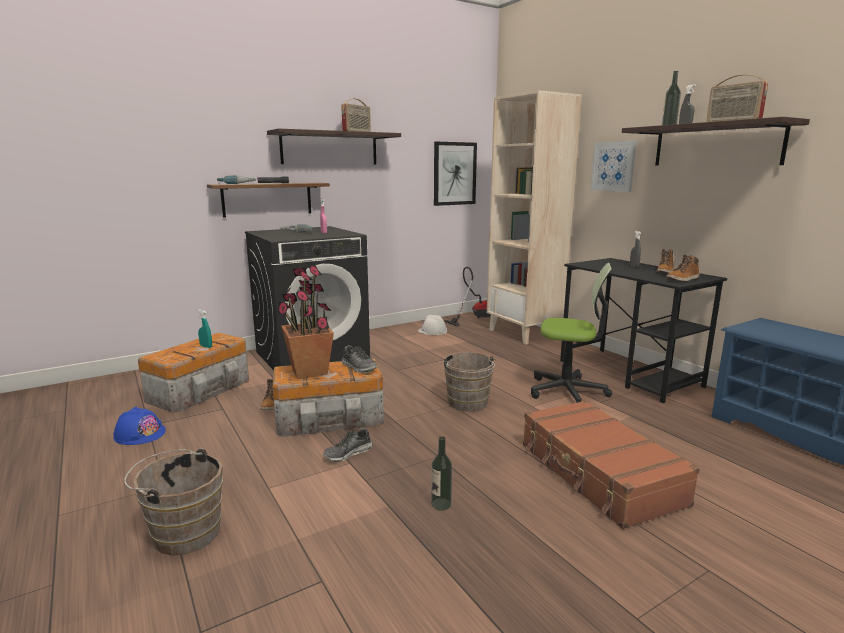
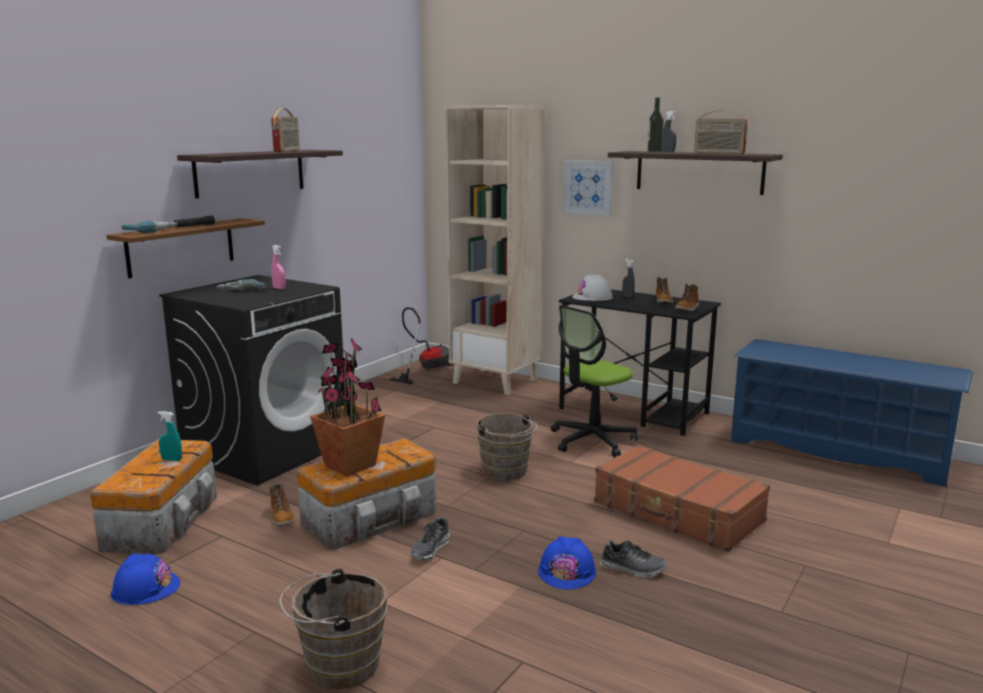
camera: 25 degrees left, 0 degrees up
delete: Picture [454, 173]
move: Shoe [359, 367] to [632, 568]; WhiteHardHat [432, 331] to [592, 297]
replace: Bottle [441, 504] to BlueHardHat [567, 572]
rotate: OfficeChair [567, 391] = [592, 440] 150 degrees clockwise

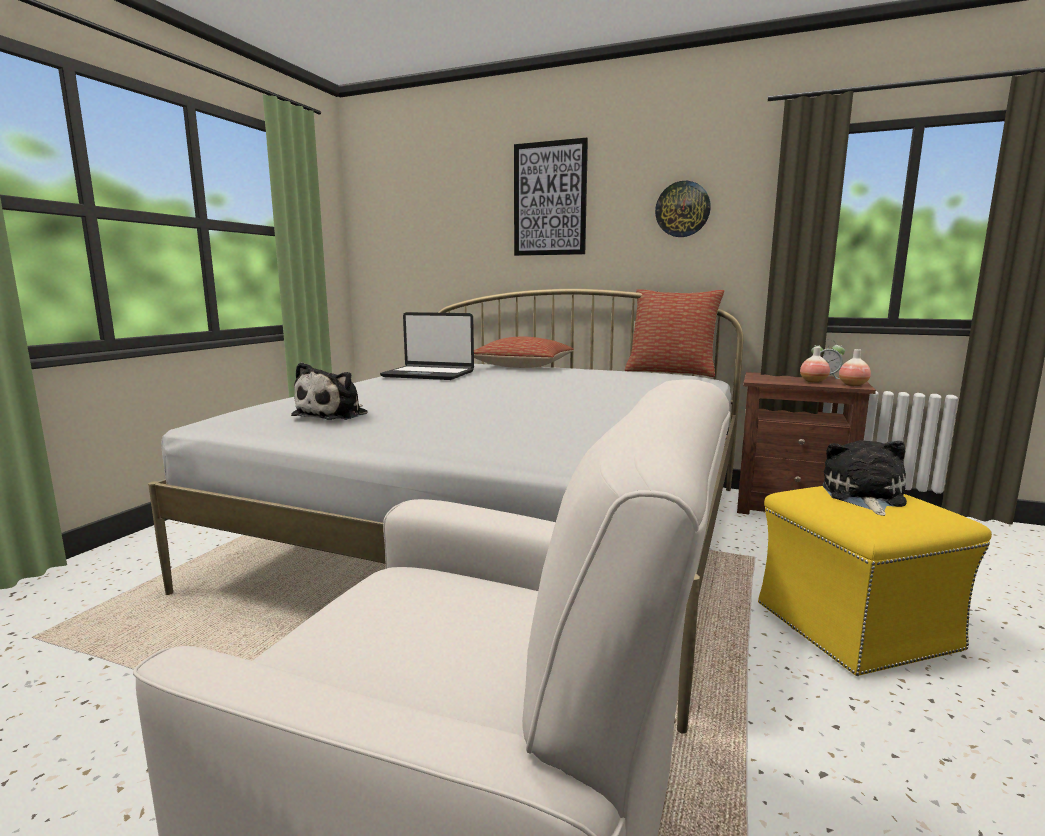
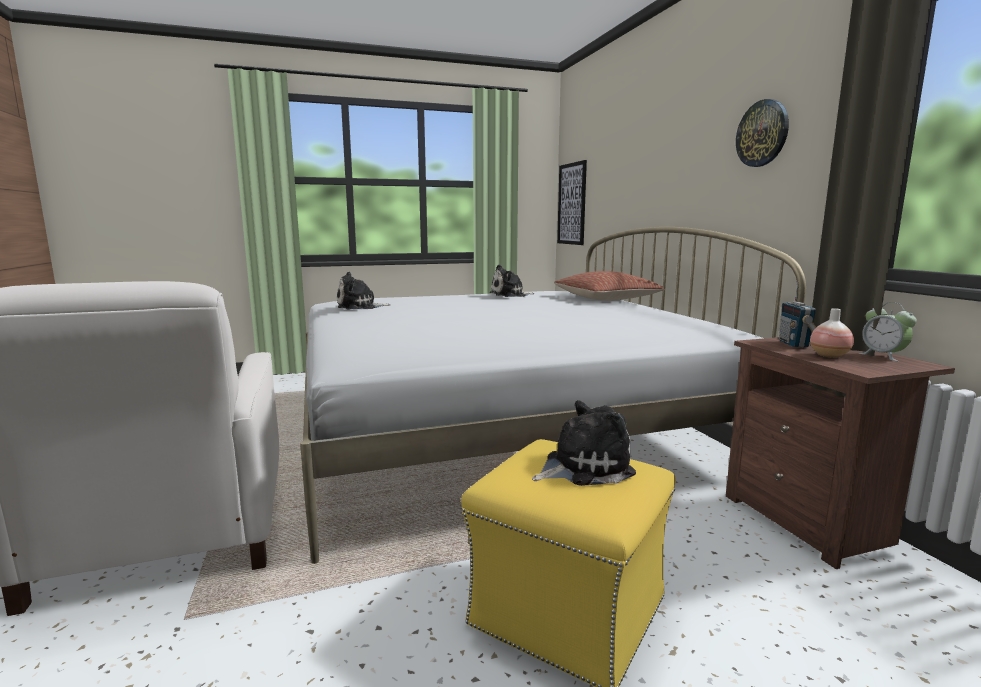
camera: 50 degrees right, 0 degrees up
delete: Pillow [671, 372]; Vase [853, 385]
insert: Radio [794, 344]
move: Picture [550, 199] to [572, 204]
replace: Laptop [429, 374] to PlushToy [510, 295]

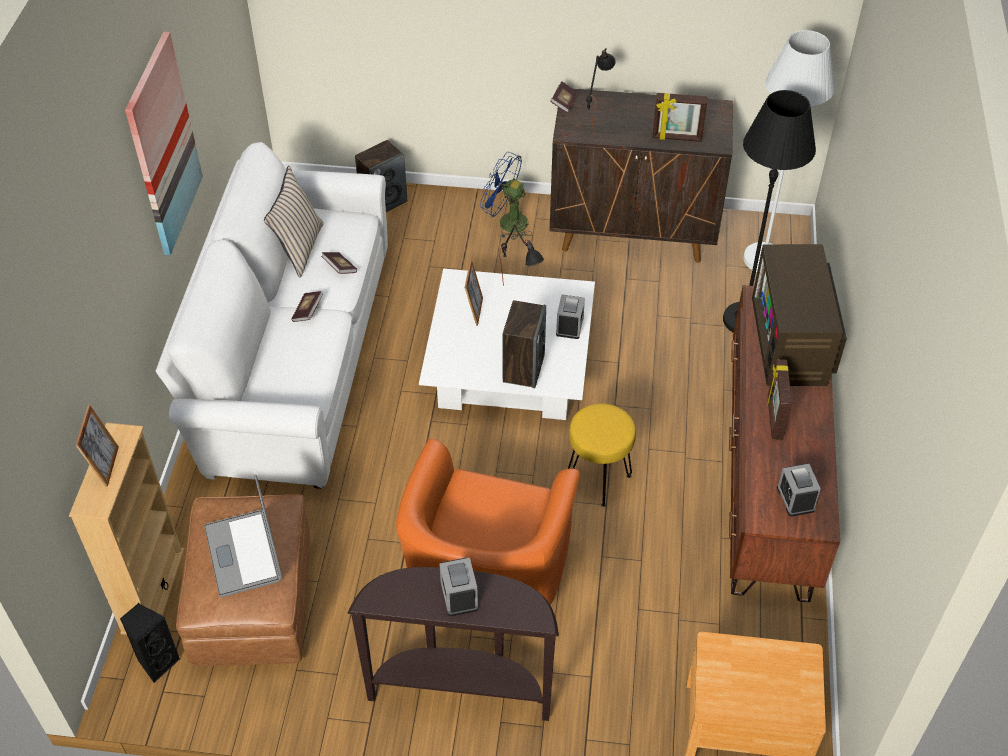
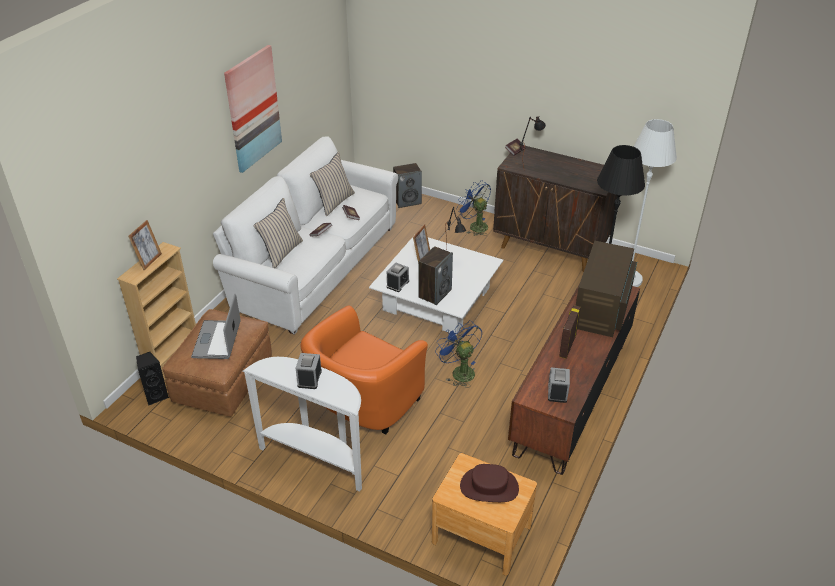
camera: 20 degrees right, 10 degrees down
delete: PictureFrame [676, 138]
insert: BeigePillow [281, 252]; BrownHat [489, 487]
move: AlarmClock [569, 325] to [397, 284]
replace: YellowStool [598, 480] to BlueFan [459, 371]
recolor: BrownConsoleTable [461, 688] to WhiteConsoleTable [316, 458]

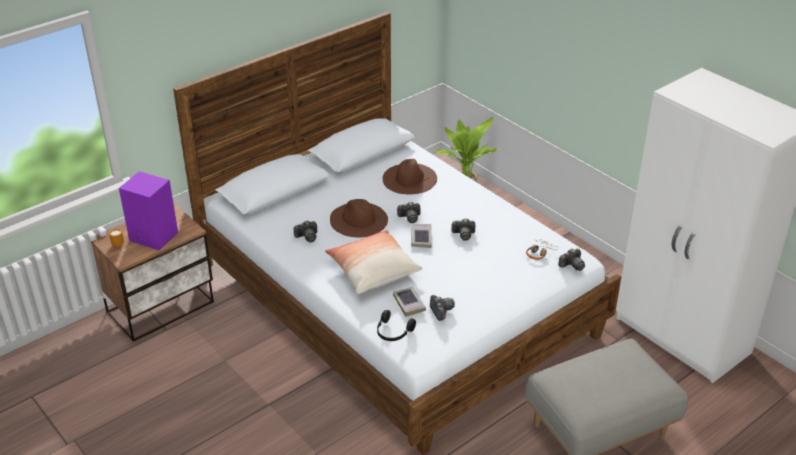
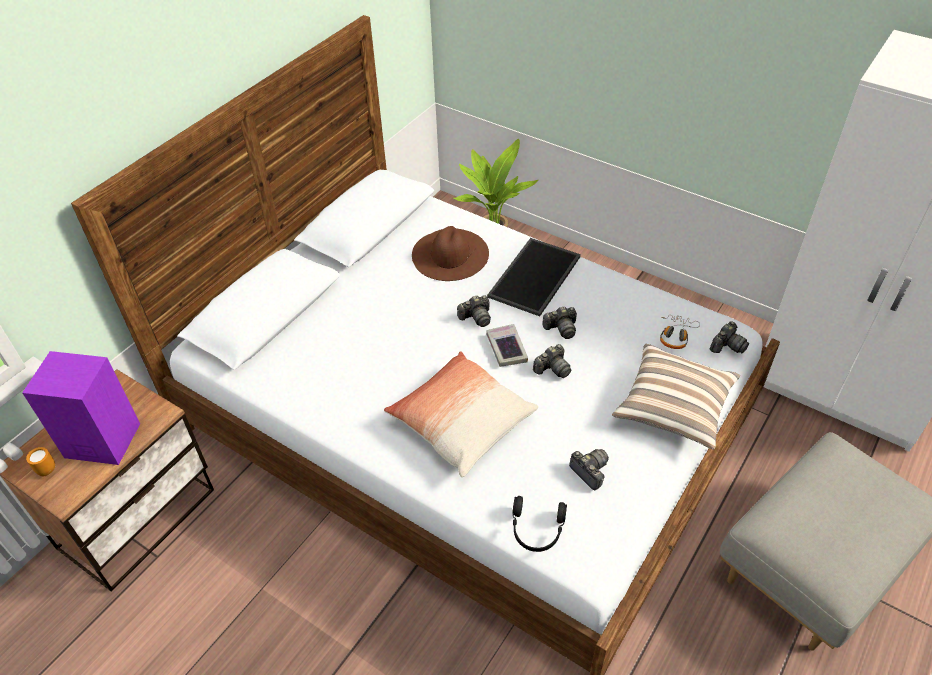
camera: 15 degrees left, 10 degrees up
delete: BrownHat [358, 219]; Book [409, 304]
insert: Tray [535, 277]; Pillow [673, 407]
move: PhotoCamera [307, 236] to [552, 368]

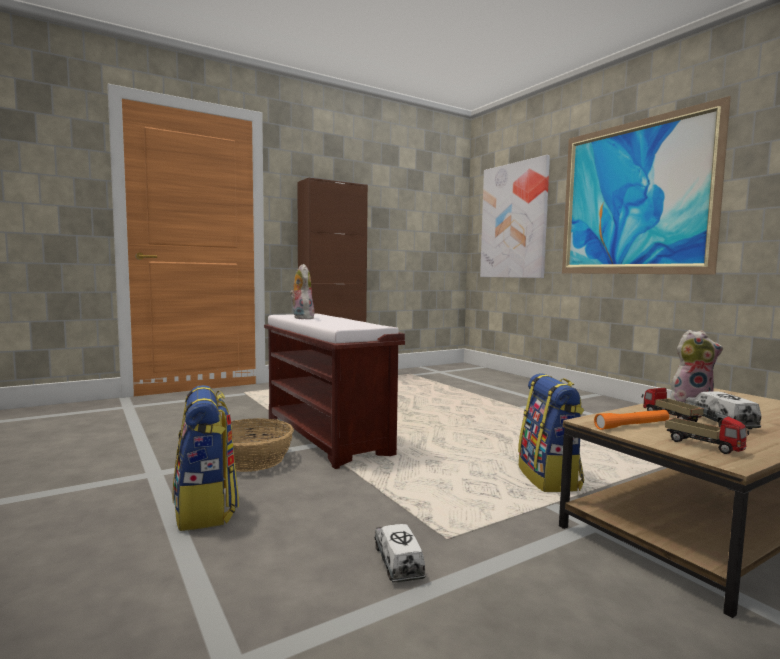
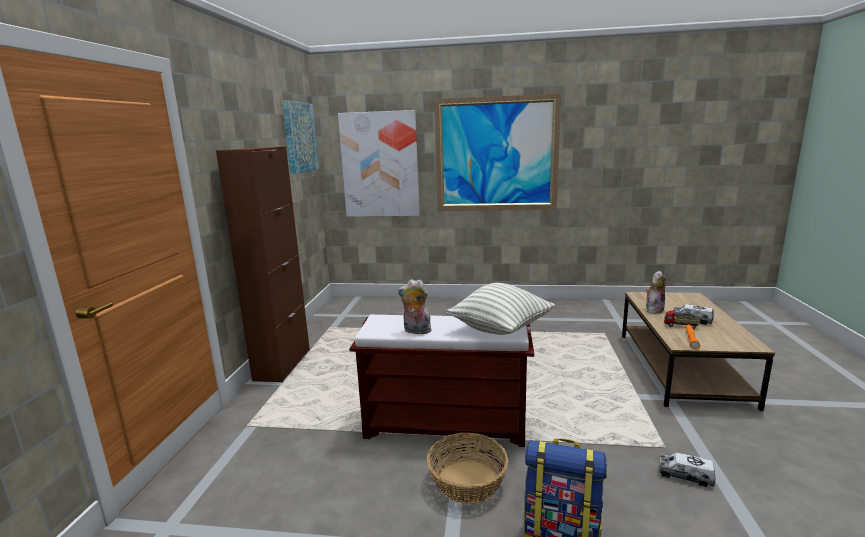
camera: 50 degrees left, 10 degrees up
delete: Backpack [550, 478]; ToyTruck [704, 446]
insert: Picture [300, 137]; Pillow [500, 329]

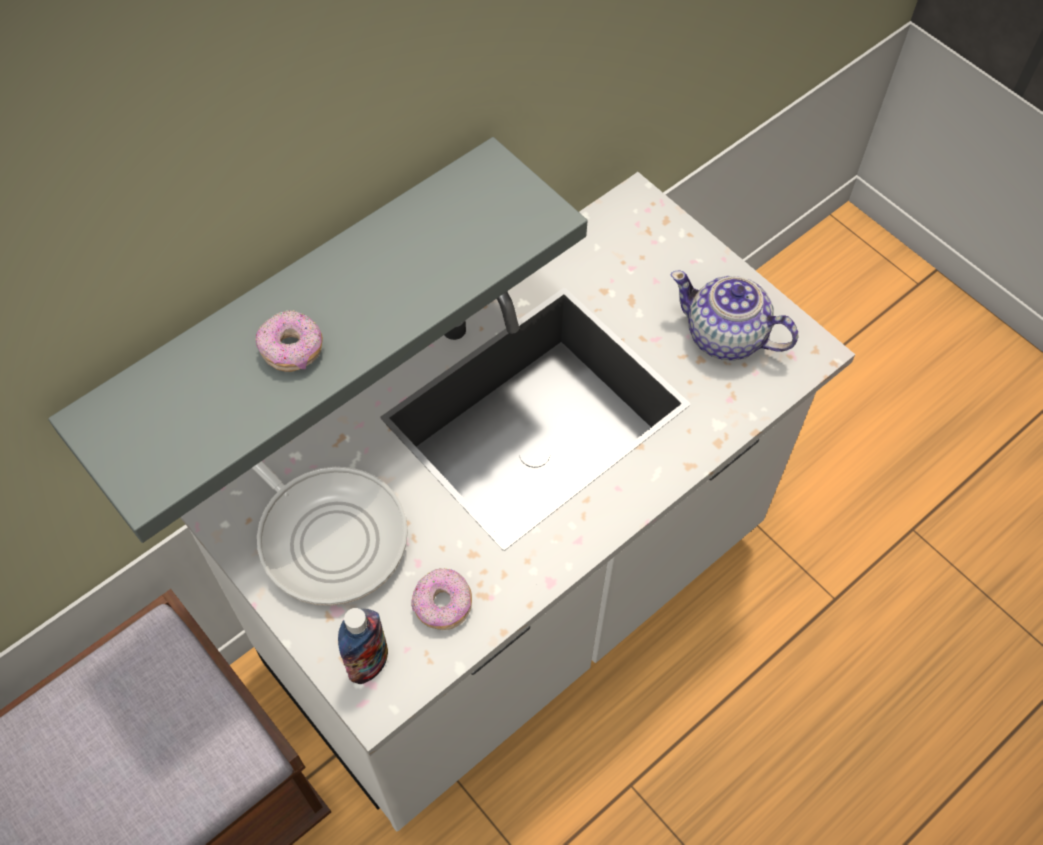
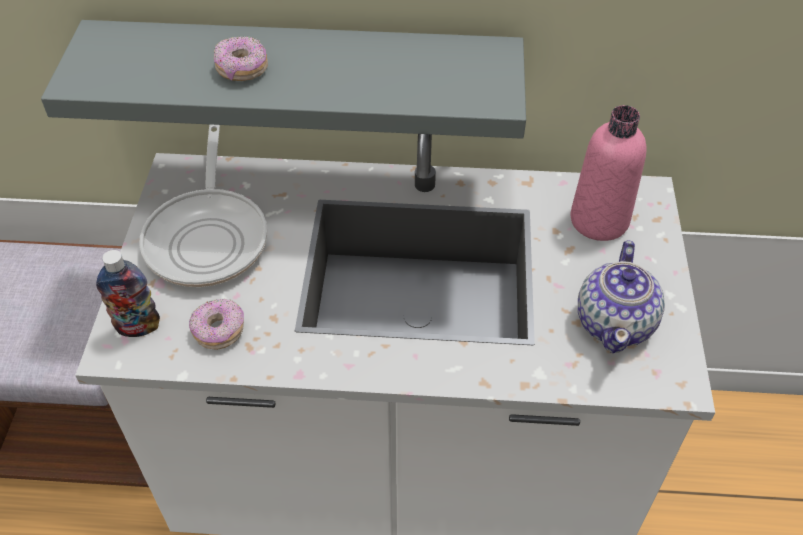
camera: 45 degrees right, 10 degrees down
insert: PinkBottle [599, 220]
rotate: Teapot [726, 337] = [615, 322] 150 degrees counterclockwise

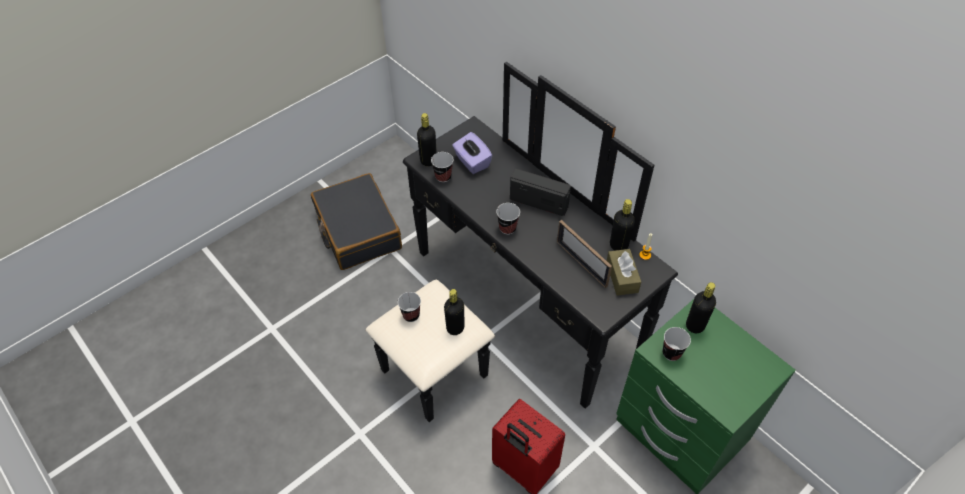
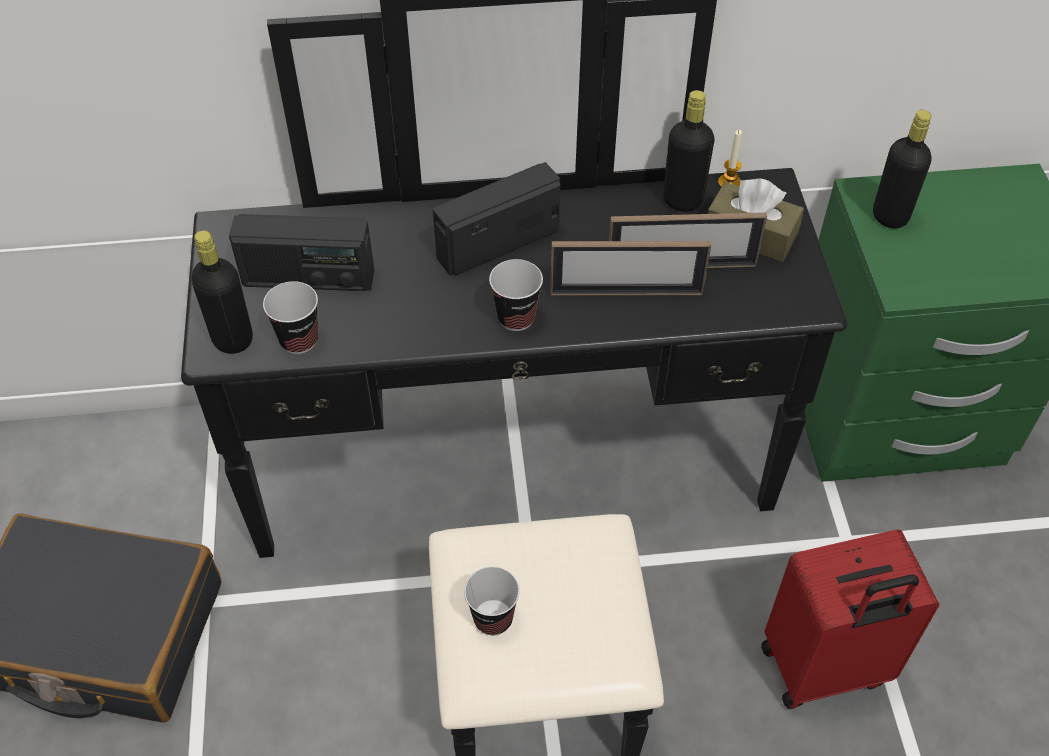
camera: 55 degrees left, 0 degrees up
delete: BlackBottle [455, 328]; Cup [671, 353]
insert: PictureFrame [626, 293]
replace: PurpleTissueBox [472, 162] to Radio [308, 278]

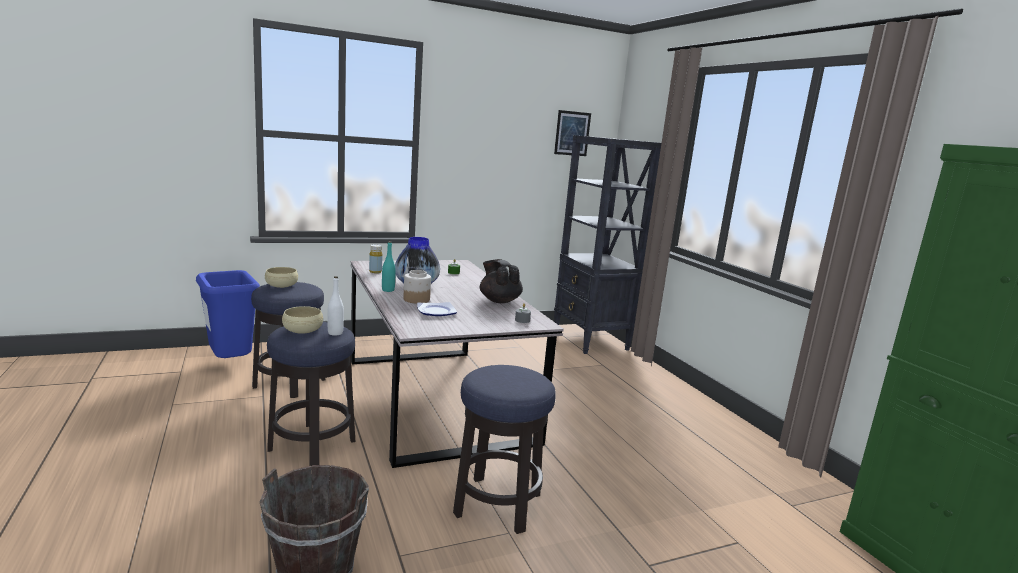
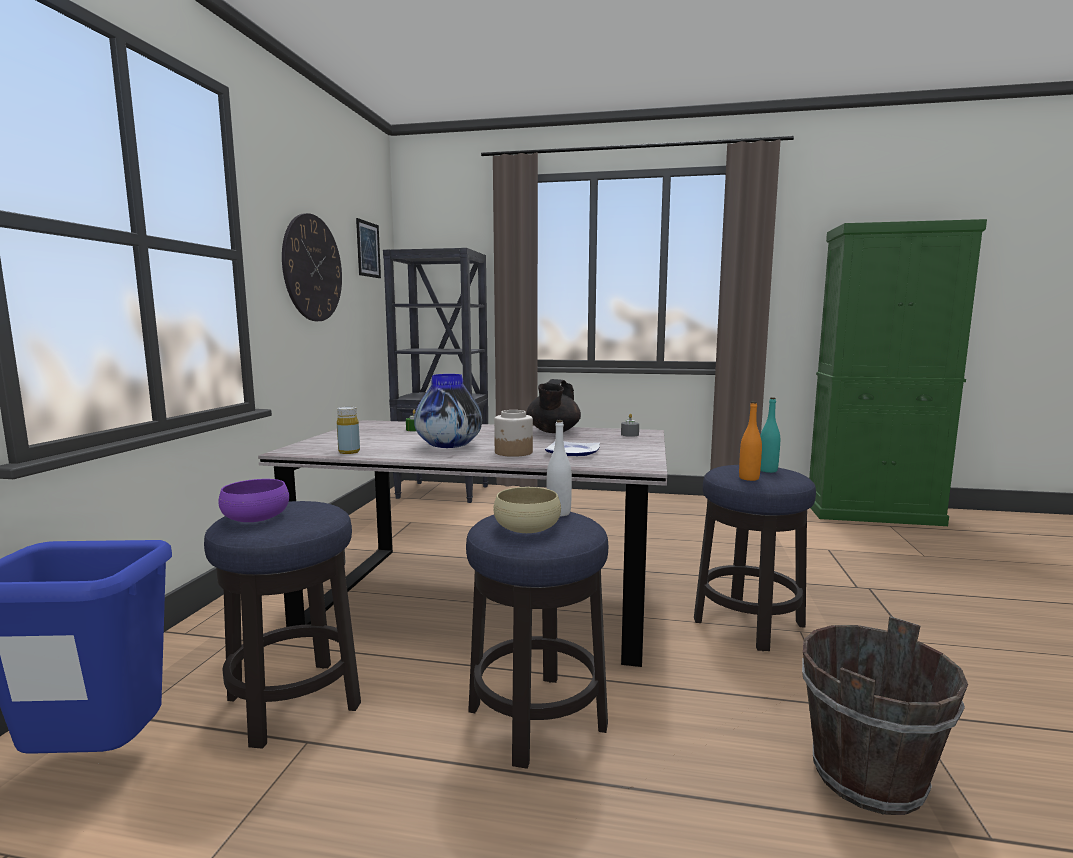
camera: 55 degrees left, 5 degrees down
insert: WallClock [312, 268]; OrangeBottle [749, 478]
move: TurquoiseBottle [388, 290] to [767, 470]
recolor: BeigeBowl [281, 285] to PurpleBowl [255, 517]
rotate: BlackTeapot [499, 300] = [553, 431] 75 degrees counterclockwise

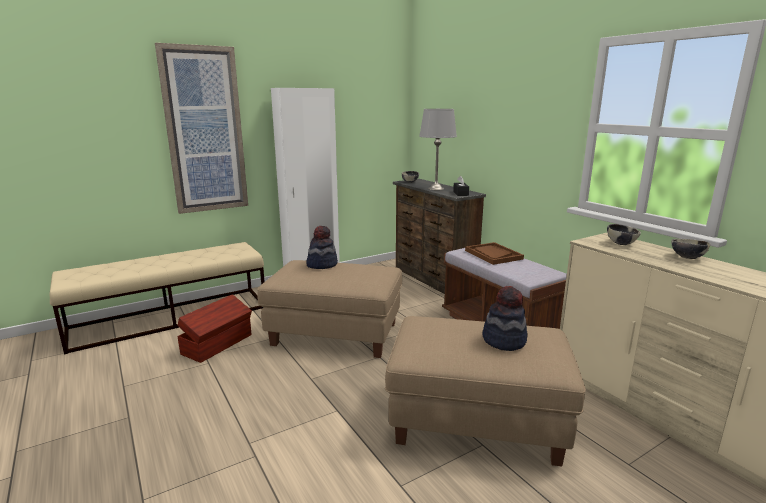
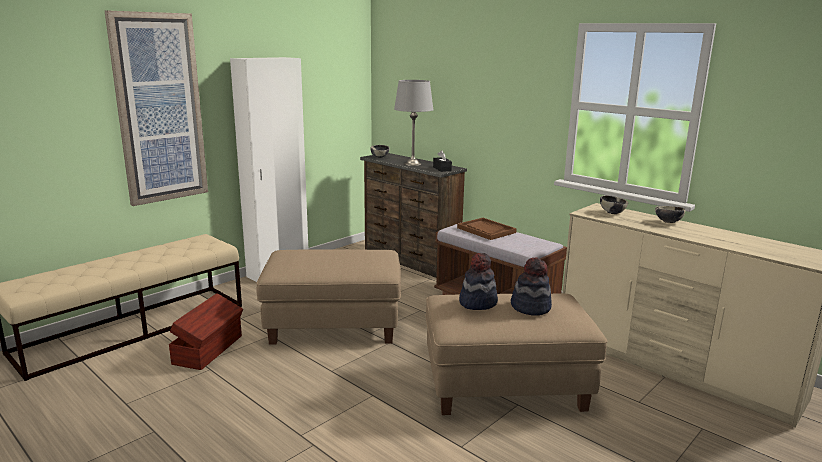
camera: 15 degrees left, 0 degrees up
move: Hat [322, 264] to [477, 302]

